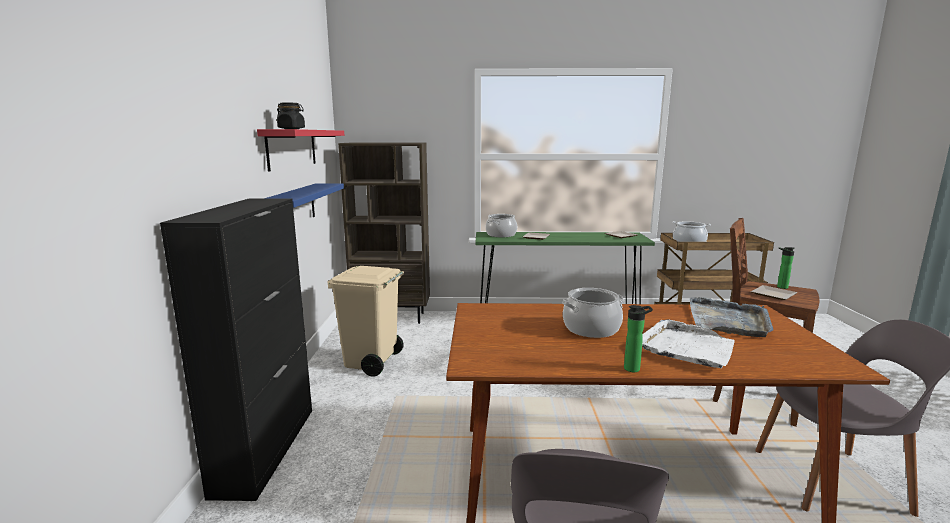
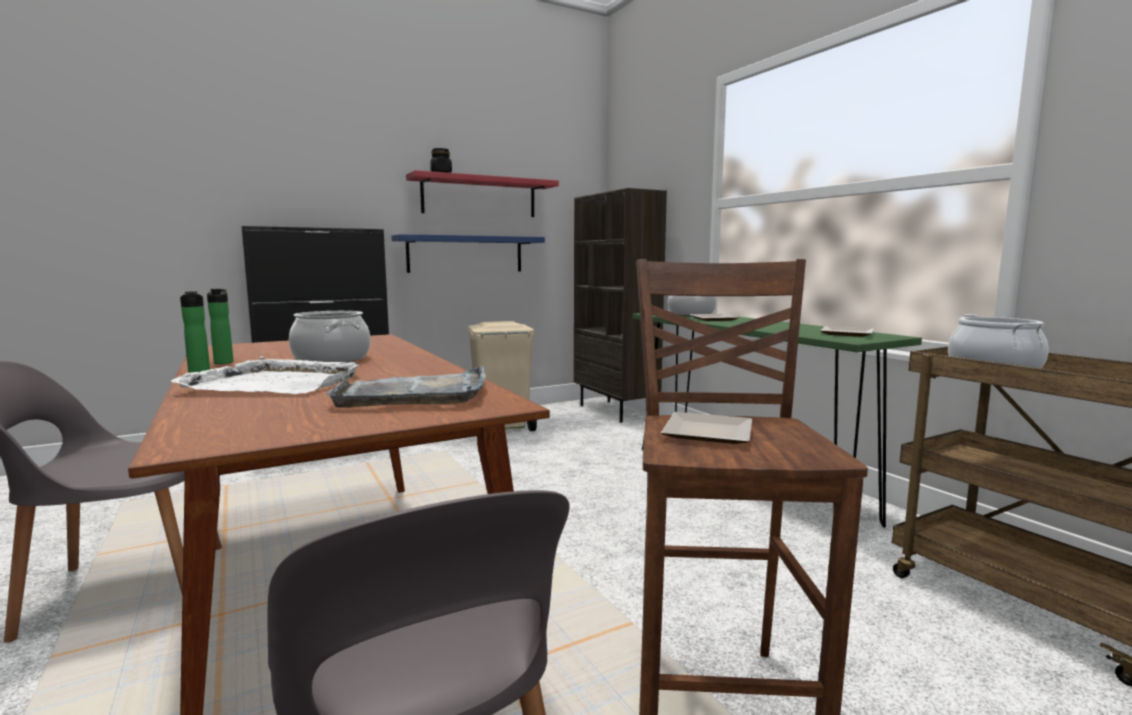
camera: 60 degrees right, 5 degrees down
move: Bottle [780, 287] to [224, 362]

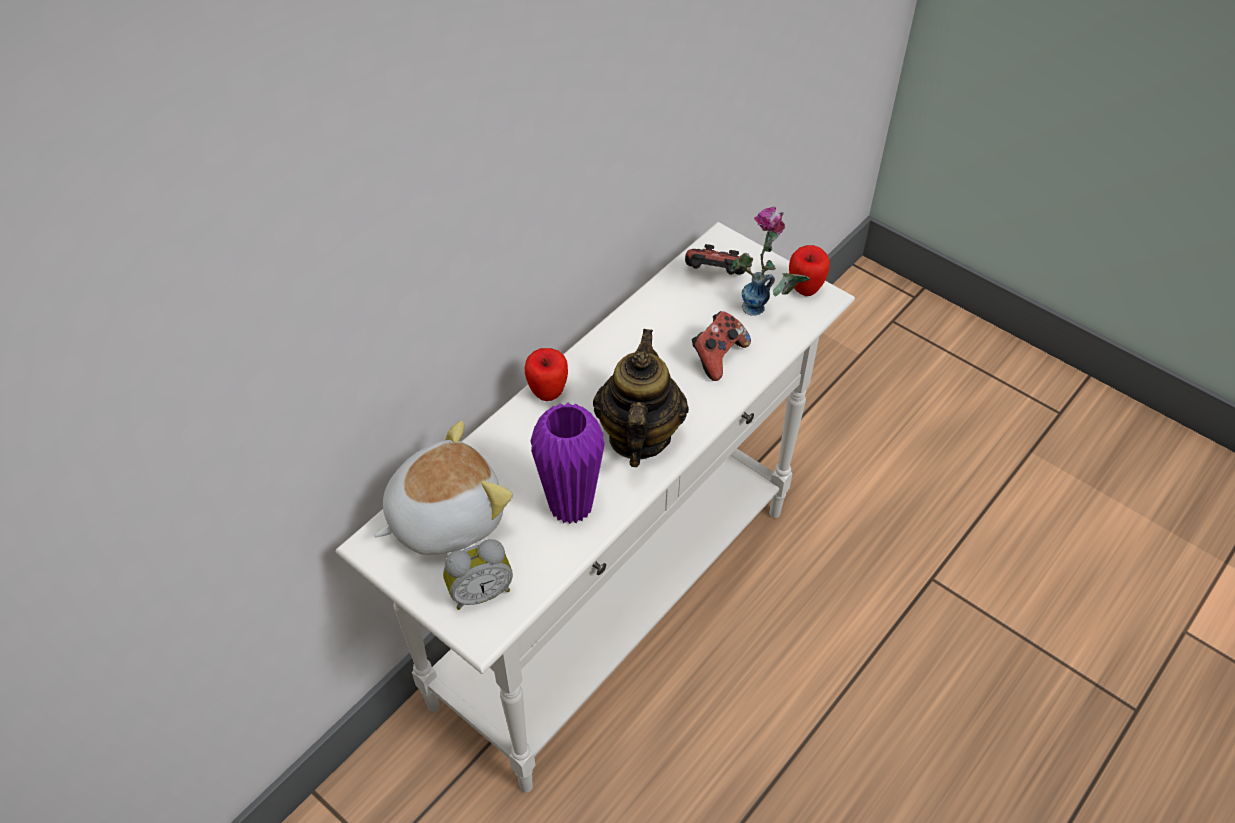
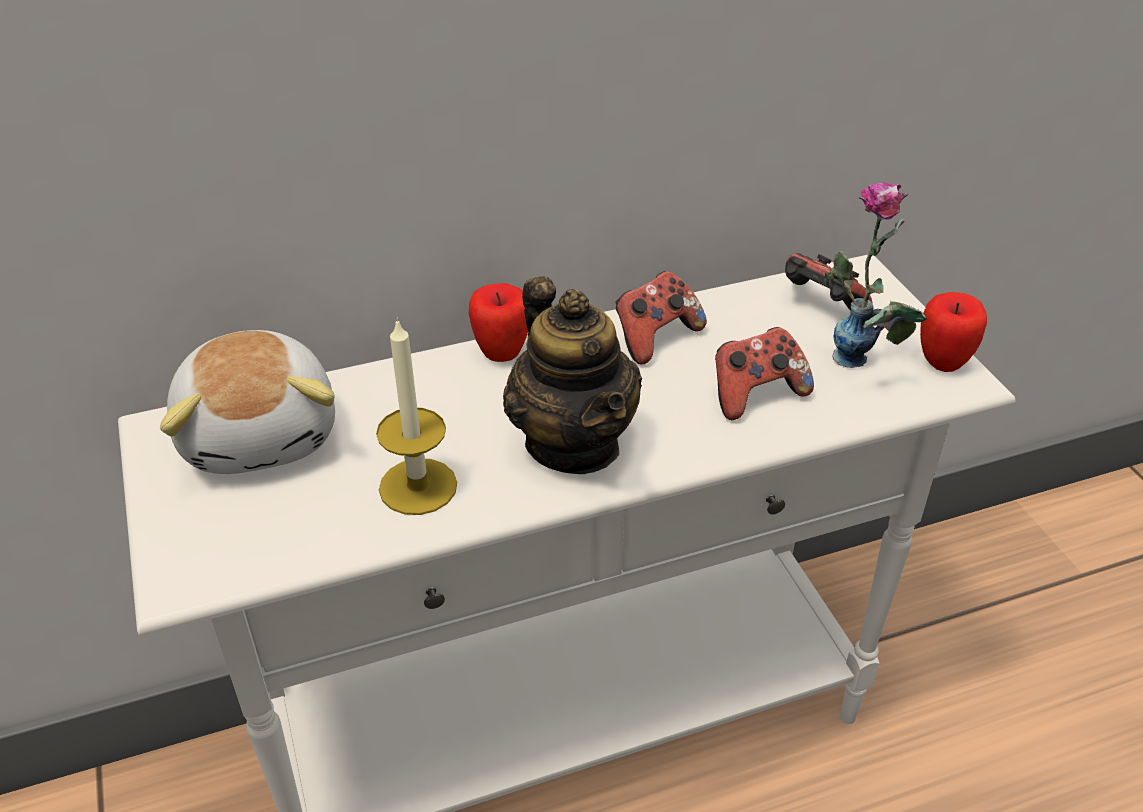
camera: 30 degrees right, 10 degrees down
delete: AlarmClock [480, 591]
insert: GameController [655, 337]
replace: PurpleVase [571, 506] to Candle [418, 486]
rotate: PlushToy [444, 516] = [262, 432] 75 degrees clockwise; Teapot [638, 436] = [573, 443] 120 degrees clockwise

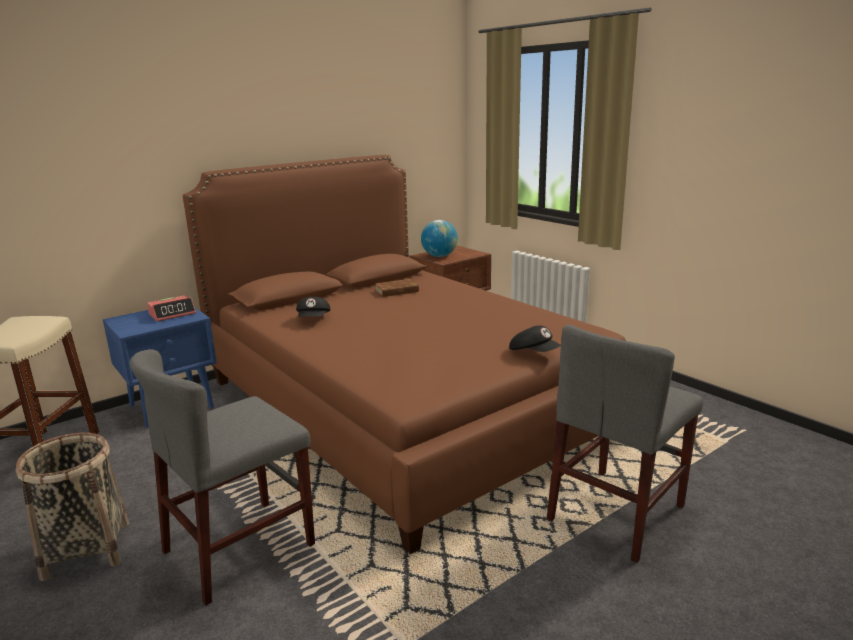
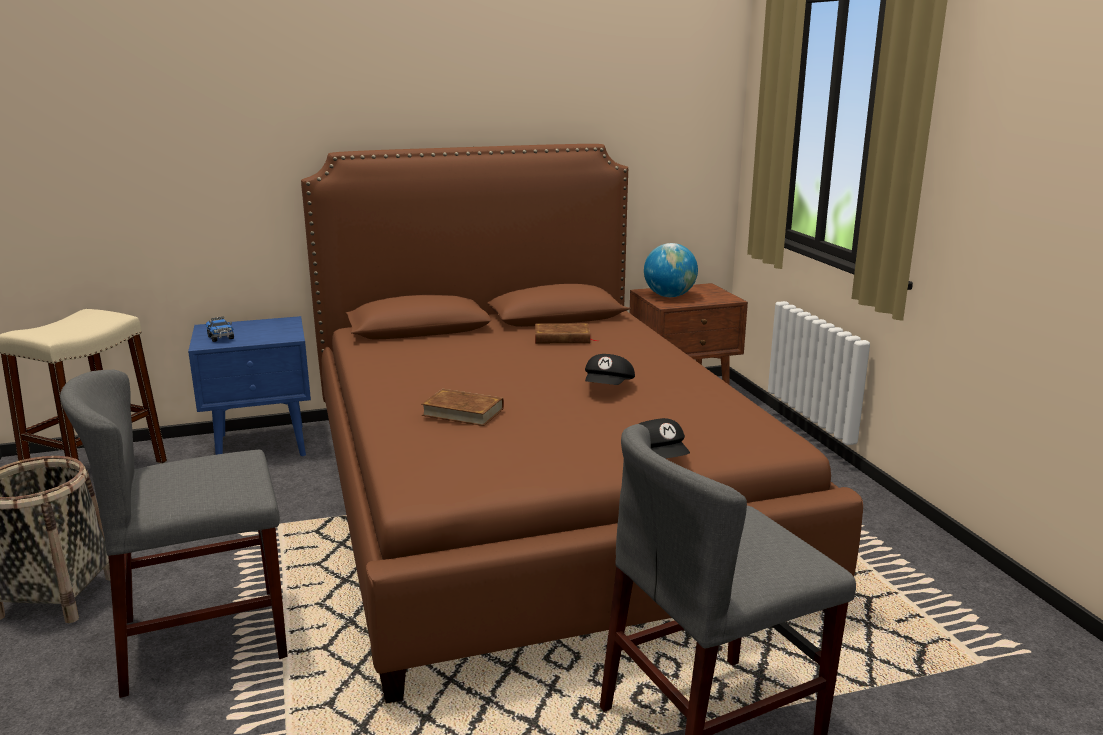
camera: 20 degrees right, 0 degrees up
delete: AlarmClock [172, 314]
insert: ToyTruck [220, 337]; BrownBook [462, 412]
move: BlackCap [314, 319] to [609, 387]

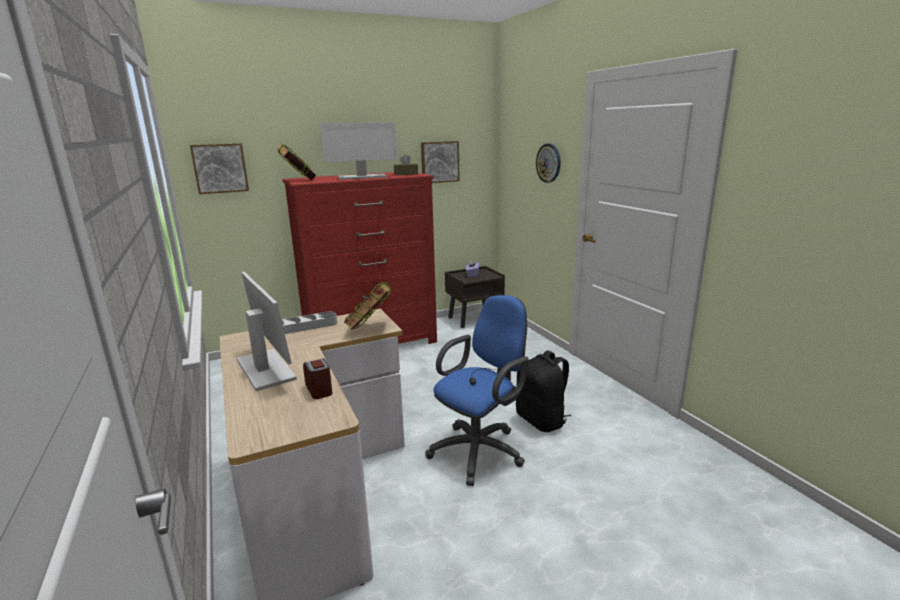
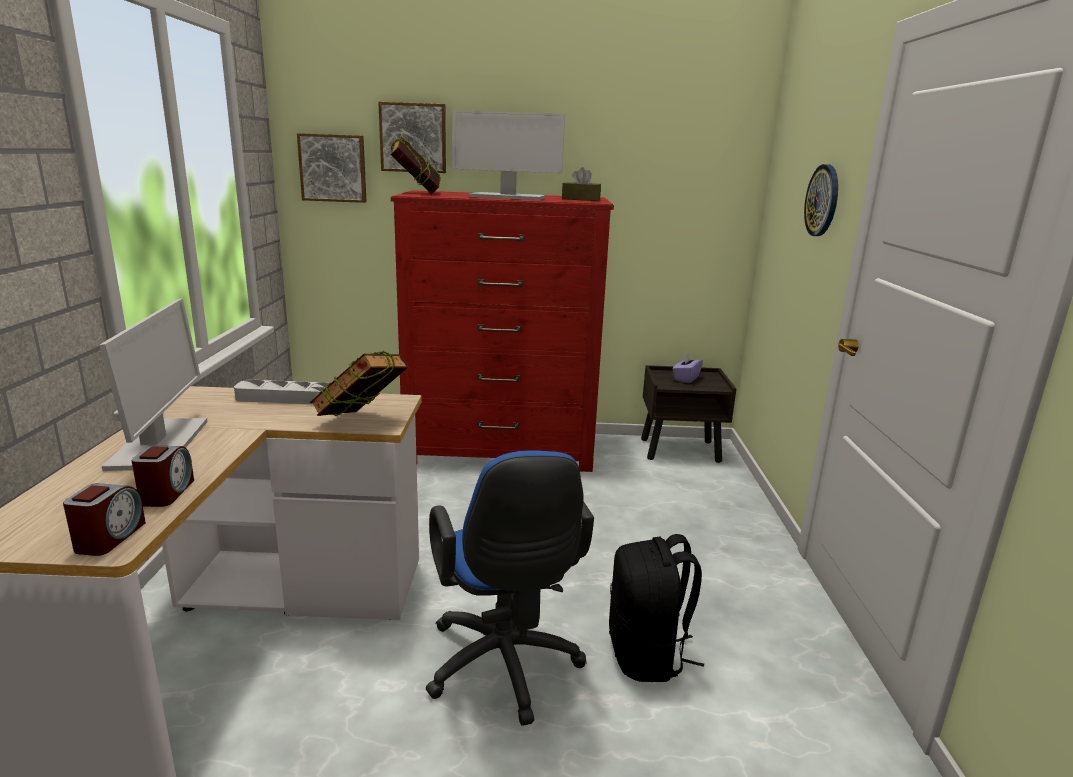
camera: 25 degrees right, 0 degrees up
insert: AlarmClock [109, 538]
move: Picture [439, 162] to [413, 138]
rotate: BlueOfficeChair [480, 450] = [504, 669] 90 degrees clockwise

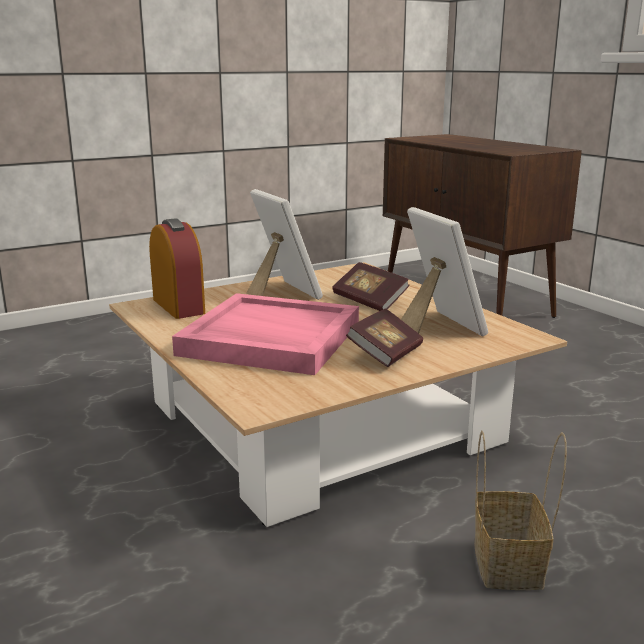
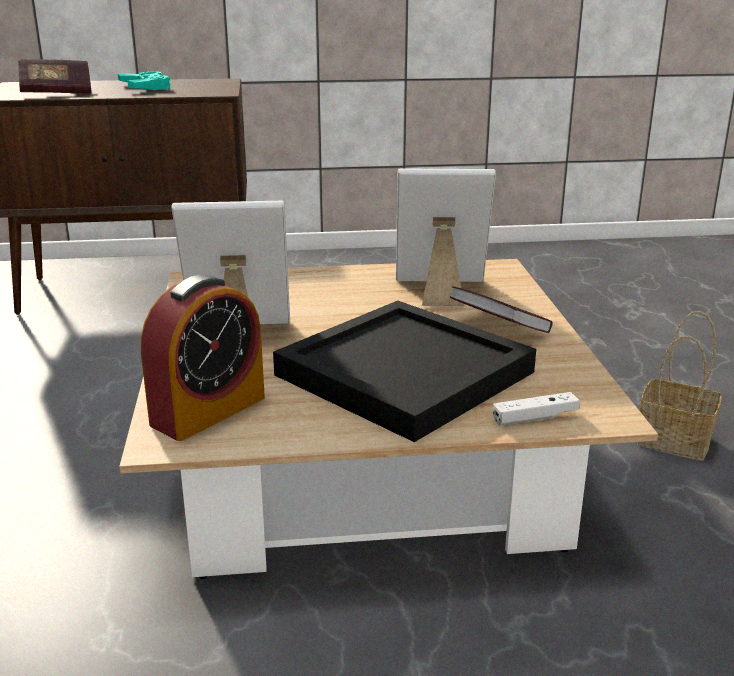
camera: 65 degrees left, 5 degrees up
insert: TurquoiseGameController [145, 87]; WhiteGameController [535, 417]
move: Book [370, 301] to [56, 92]
recolor: PinkTray [269, 339] to BlackTray [404, 375]
rotate: AlarmClock [178, 306] = [208, 411] 135 degrees clockwise

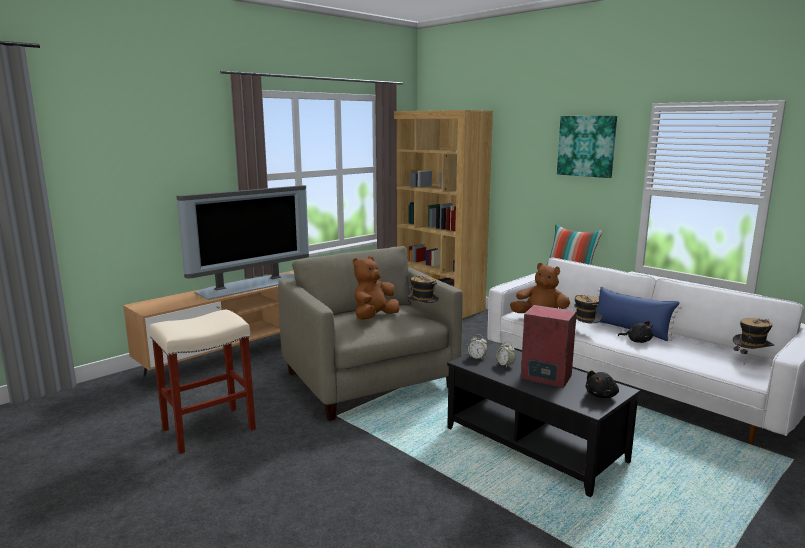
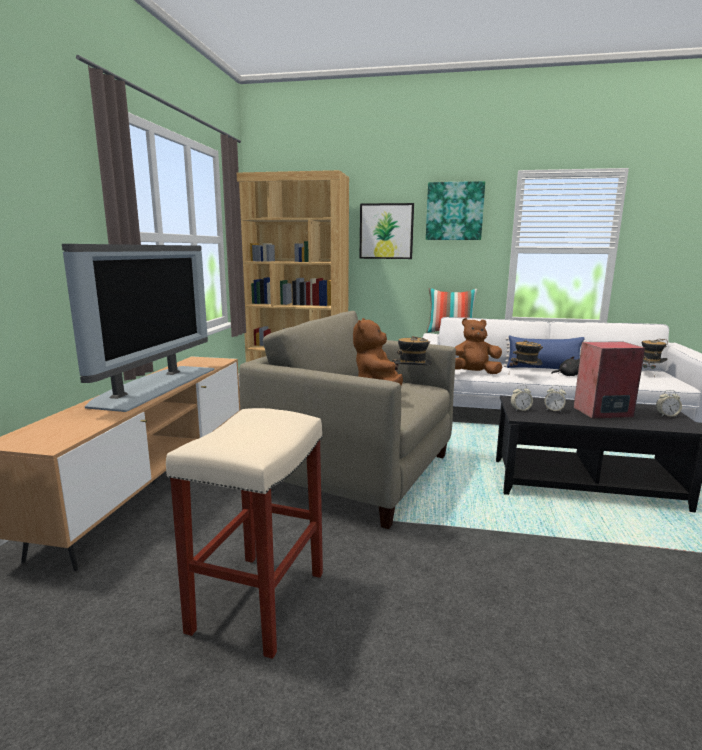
camera: 35 degrees left, 0 degrees up
insert: Picture [386, 231]
replace: BlackPlushToy [601, 395] to AlarmClock [666, 415]

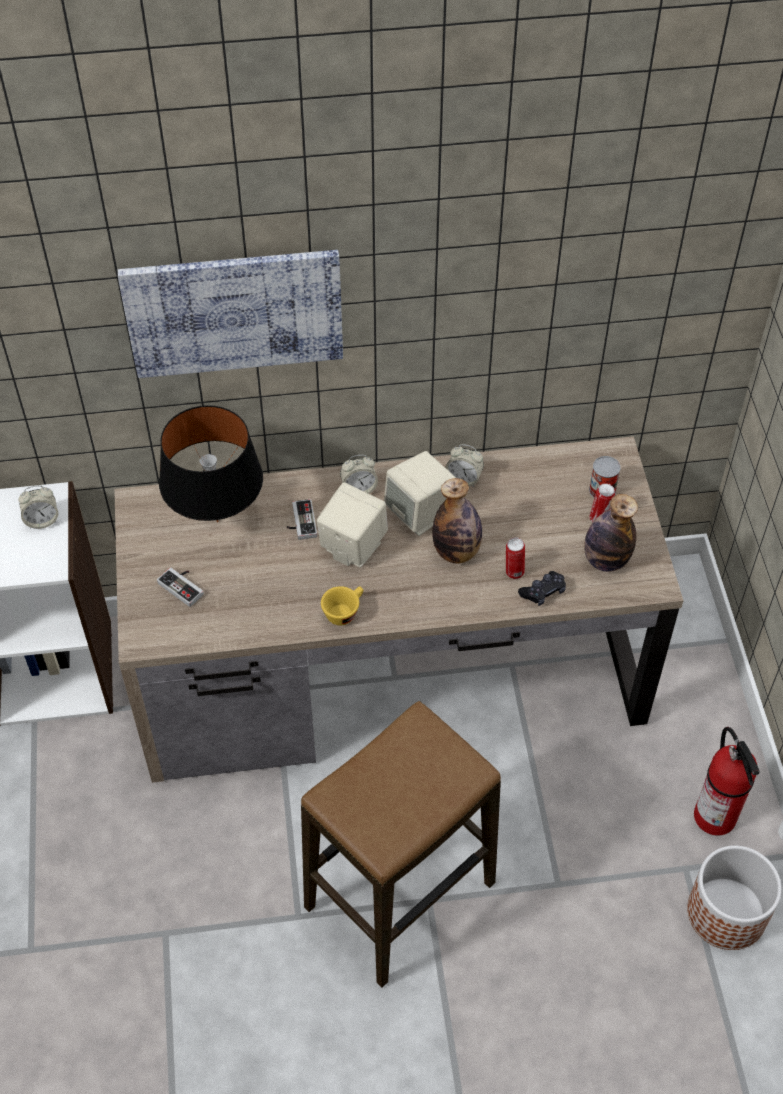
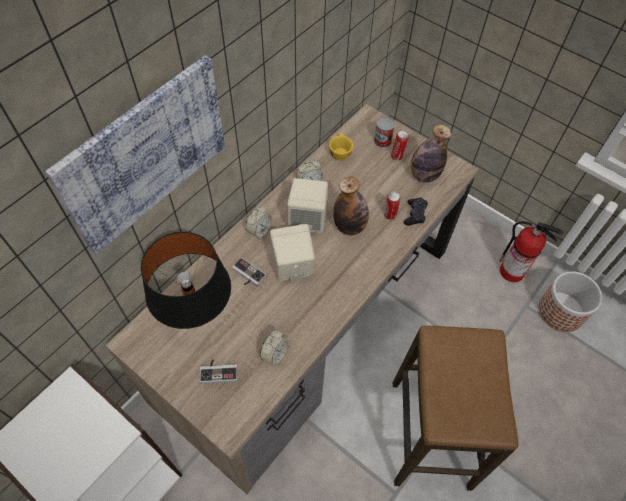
camera: 45 degrees left, 5 degrees up
move: AlarmClock [42, 520] to [275, 355]; YellowCup [344, 611] to [339, 152]

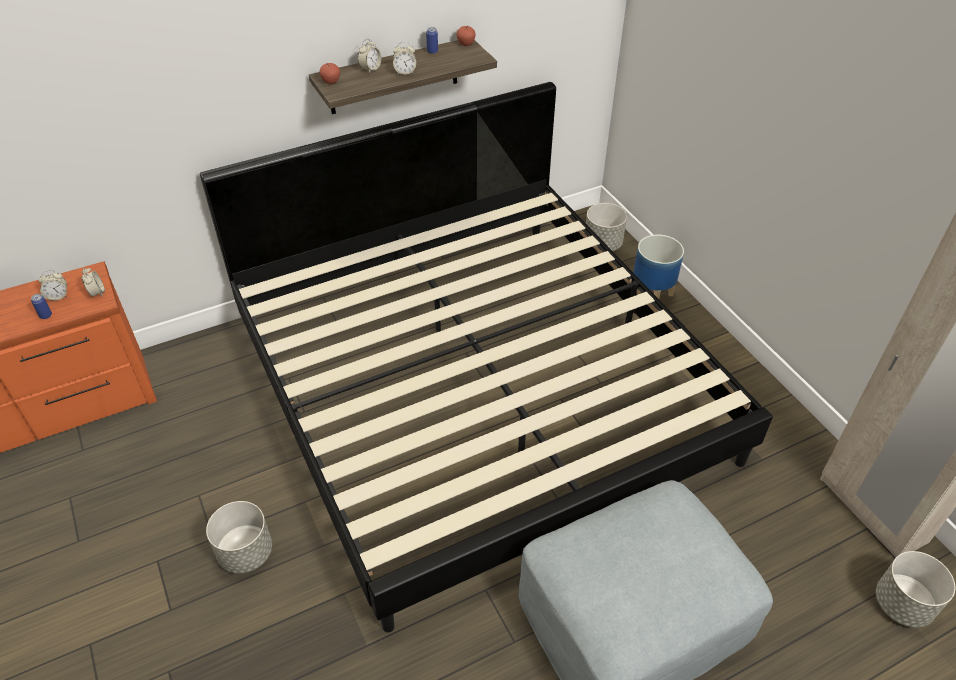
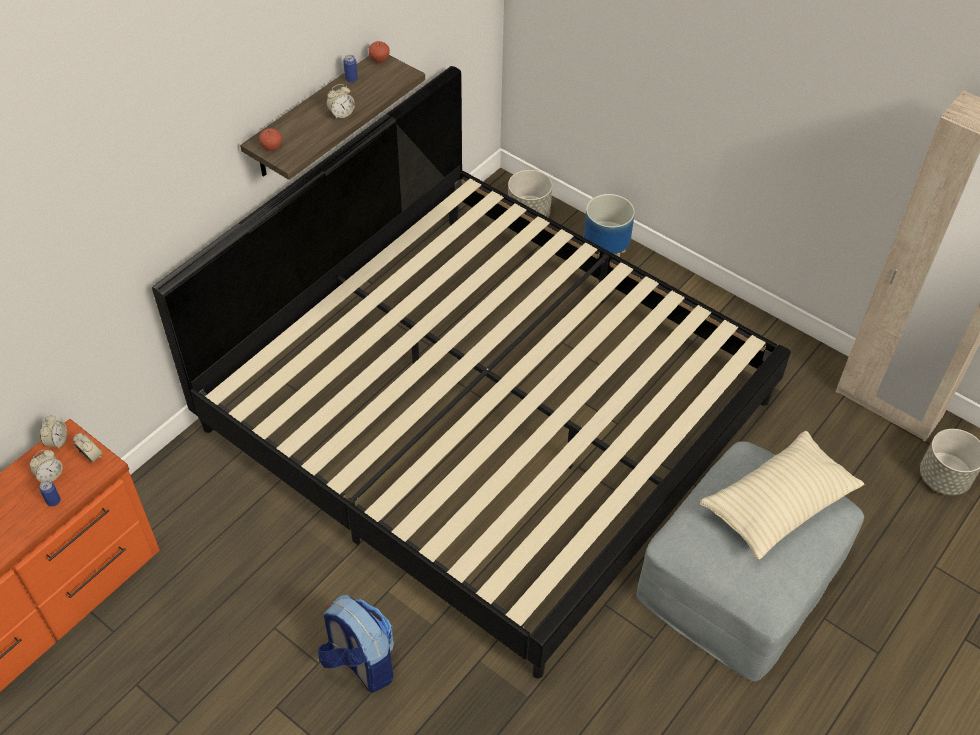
camera: 25 degrees left, 5 degrees up
insert: BeigePillow [778, 505]
move: AlarmClock [370, 69] to [57, 441]
replace: GreyPlanter [245, 552] to Backpack [360, 663]

